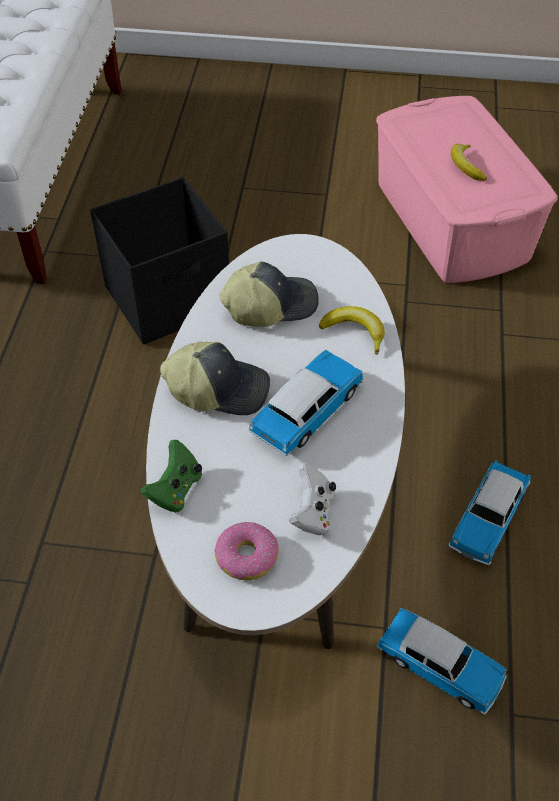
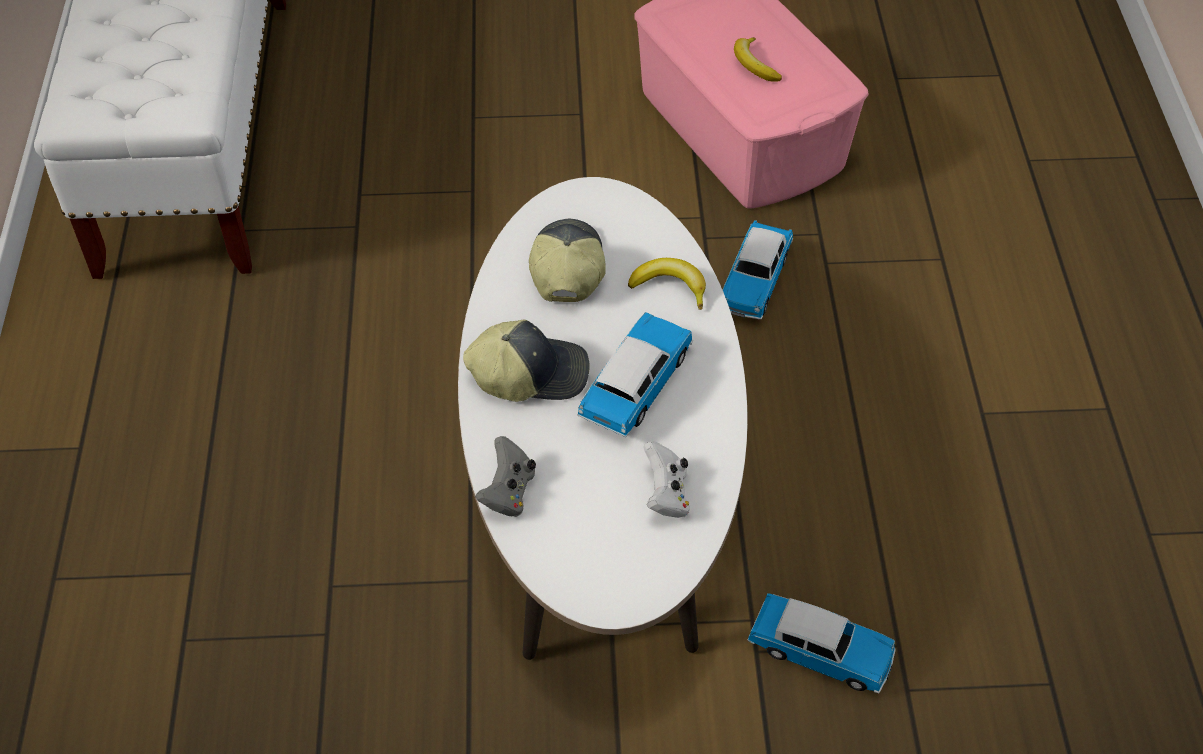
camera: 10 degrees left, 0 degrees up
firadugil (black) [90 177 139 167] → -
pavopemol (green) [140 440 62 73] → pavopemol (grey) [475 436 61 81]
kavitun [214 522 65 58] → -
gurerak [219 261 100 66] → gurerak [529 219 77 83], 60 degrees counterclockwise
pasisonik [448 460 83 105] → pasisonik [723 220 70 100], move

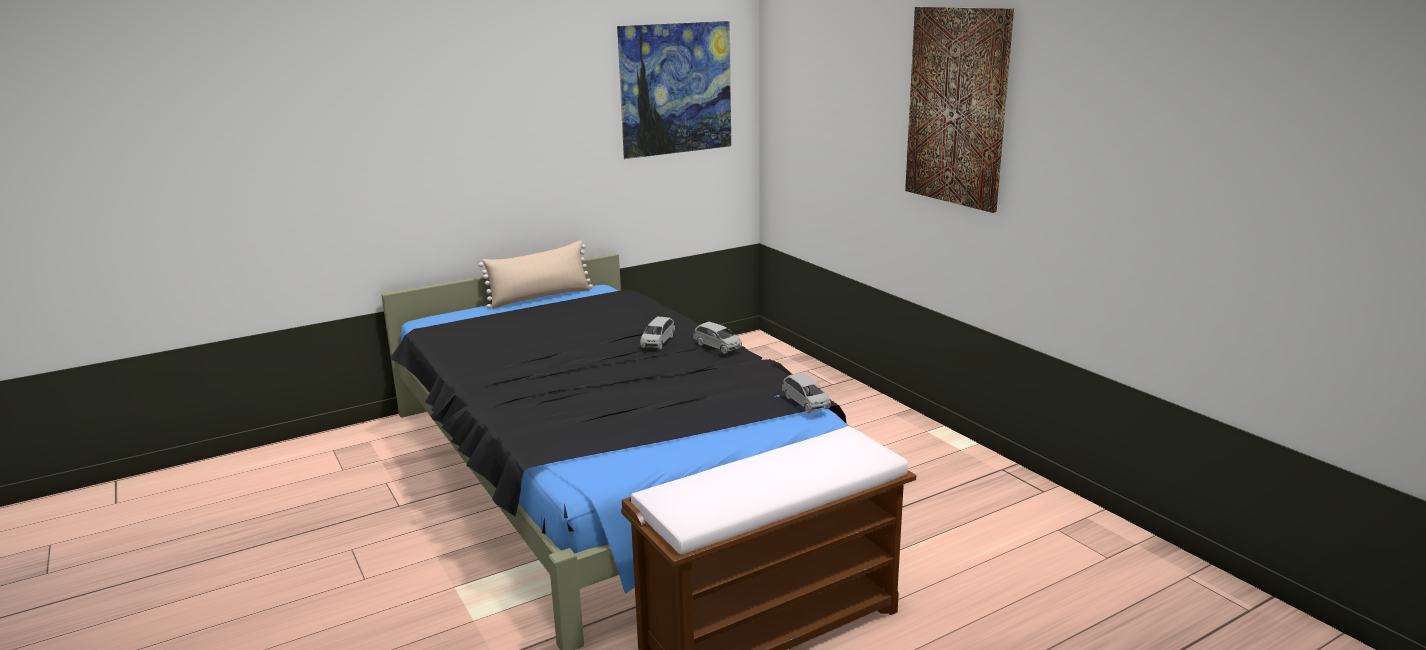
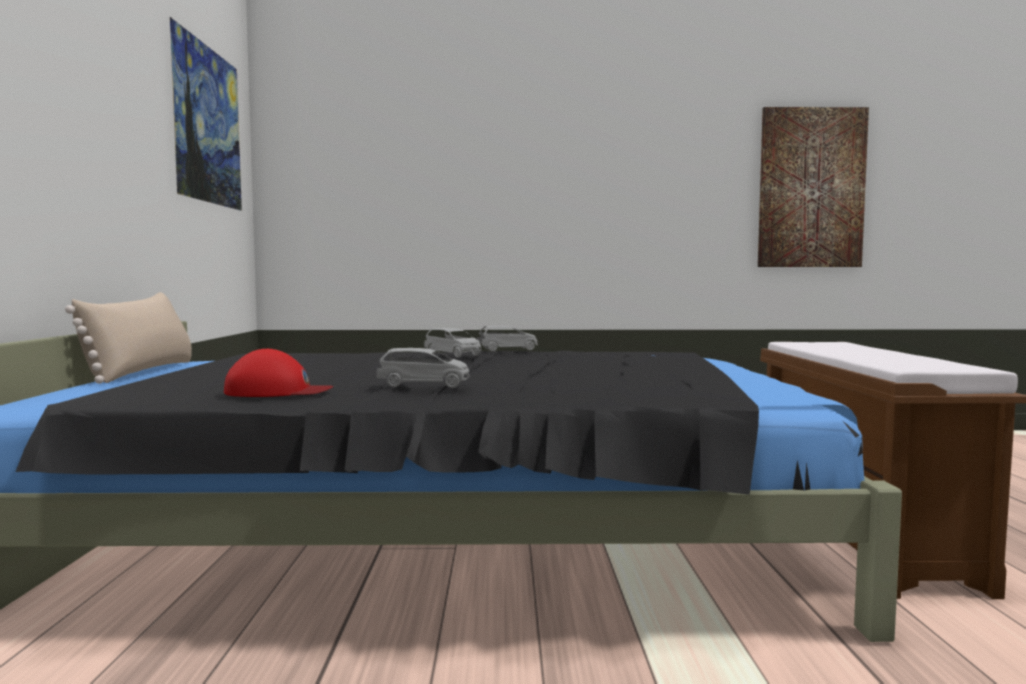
camera: 60 degrees left, 15 degrees down
pasisonik (grey) [782 373 49 40] → pasisonik (grey) [376 348 94 40], move
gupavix [905 7 109 206] → gupavix [758 107 111 160], move
- → gurerak (red) [224 349 109 48]

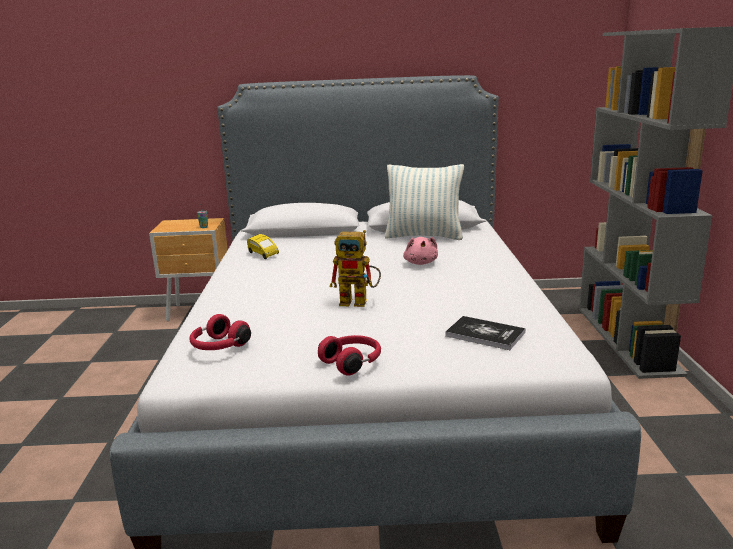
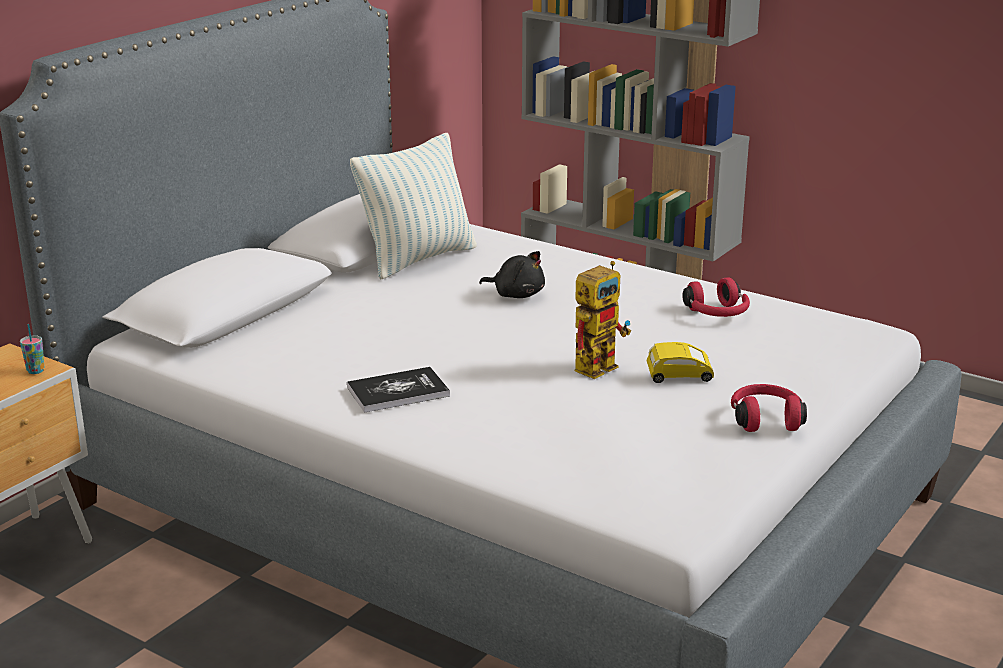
camera: 55 degrees left, 5 degrees up
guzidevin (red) [189 314 62 36] → guzidevin (red) [683 277 67 40], move
pasisonik (yellow) [247 234 32 25] → pasisonik (yellow) [646 342 68 41], move
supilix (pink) [403 237 35 28] → supilix (black) [479 251 66 47]
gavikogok [445 316 80 34] → gavikogok [347 367 103 46], move

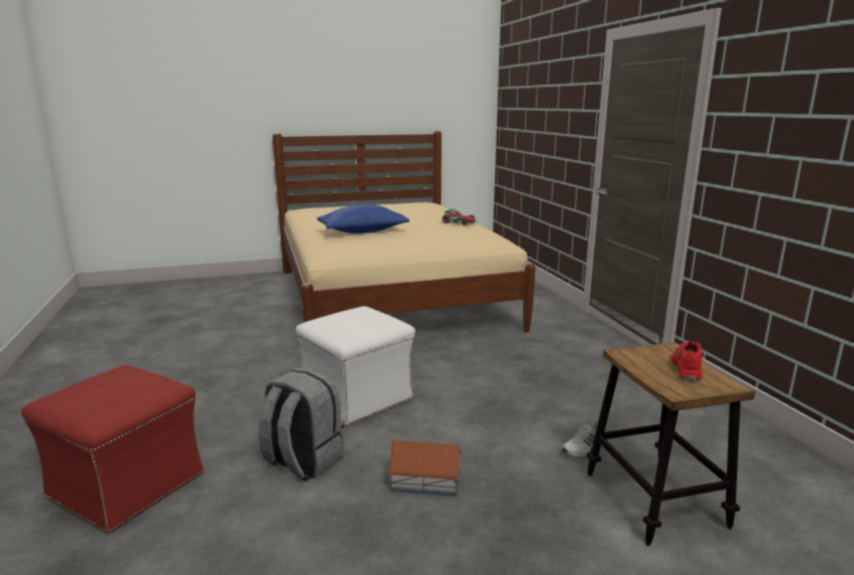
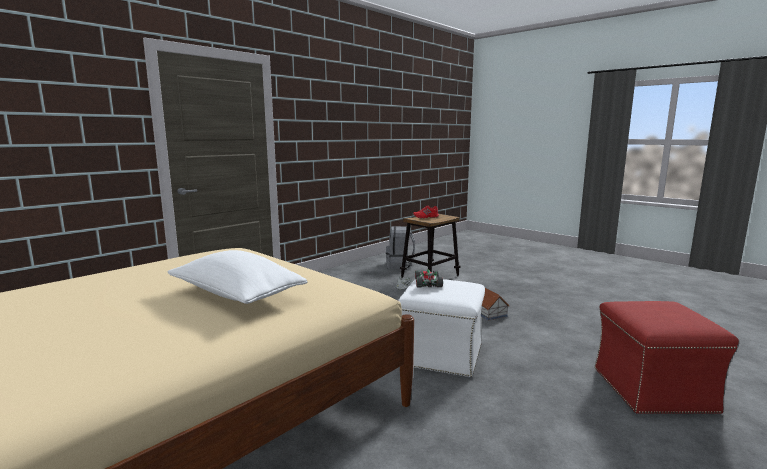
camera: 120 degrees left, 5 degrees down
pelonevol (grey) [259 368 85 113] → pelonevol (grey) [386 226 29 43], move
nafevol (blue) [317 204 92 29] → nafevol (white) [167 250 141 54]
pasisonik [442 209 35 16] → pasisonik [415 269 28 18], move

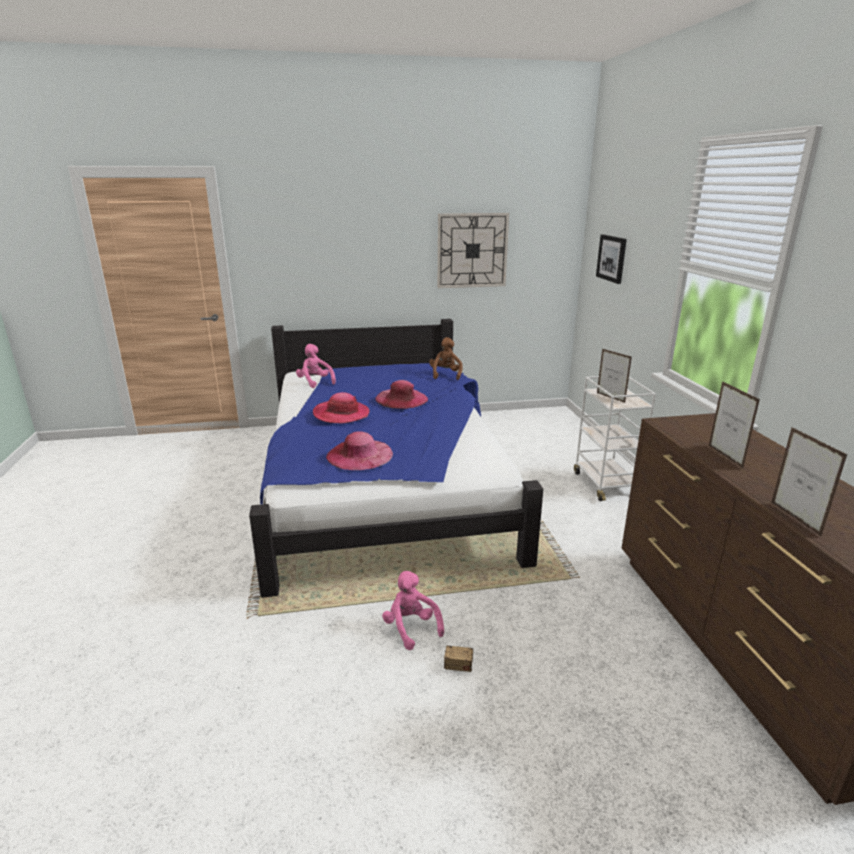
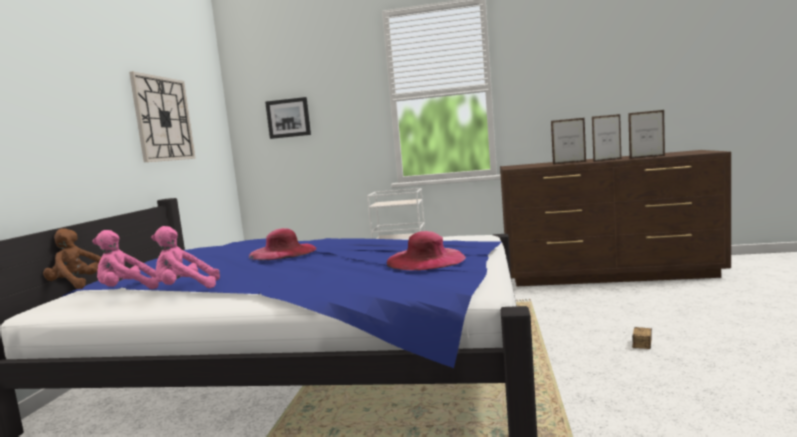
camera: 70 degrees left, 15 degrees down
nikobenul [313 392 57 31] → -
supilix (pink) [382 571 62 79] → supilix (pink) [151 226 69 62], move
supilix (brown) [429 337 34 43] → supilix (brown) [43 228 58 61], move
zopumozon [597 349 35 54] → zopumozon [592 114 30 48], move

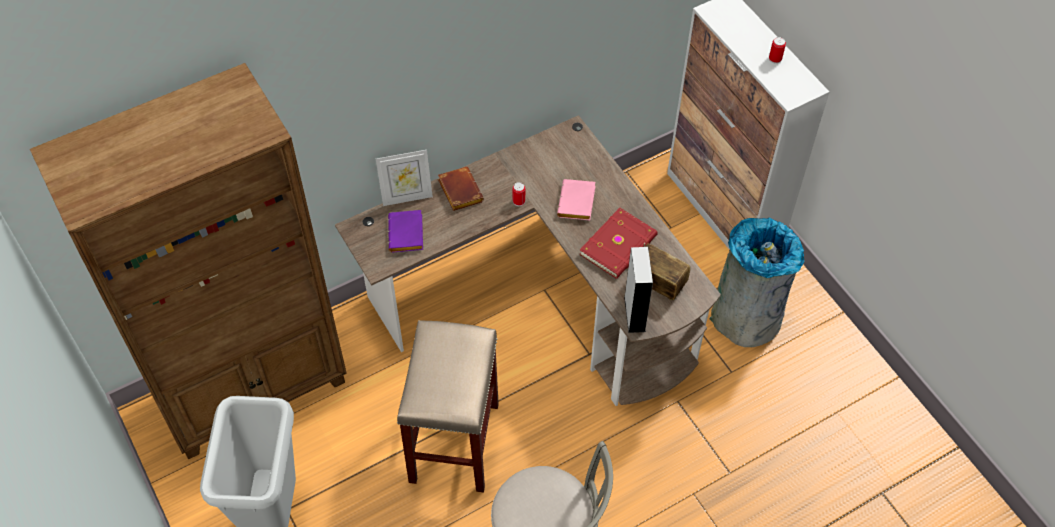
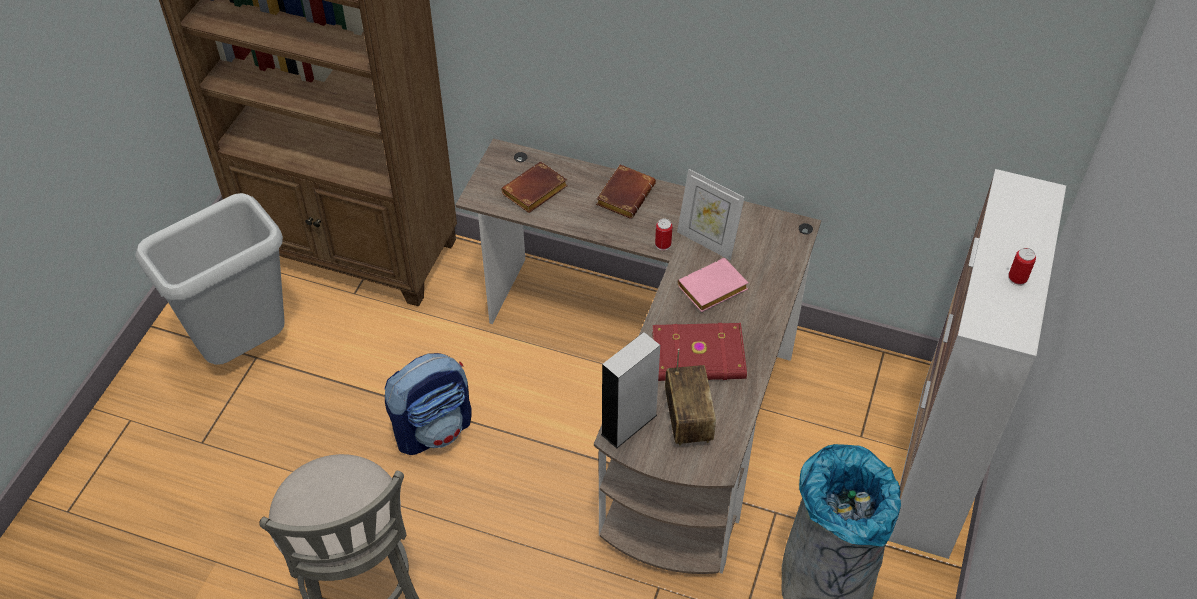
camera: 50 degrees right, 5 degrees down
zopumozon [376 150 57 56] → zopumozon [677 169 68 91], move
gavikogok (purple) [388 210 35 42] → gavikogok (brown) [501 162 67 51]
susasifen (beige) [397 320 102 172] → pelonevol [384 353 88 102]

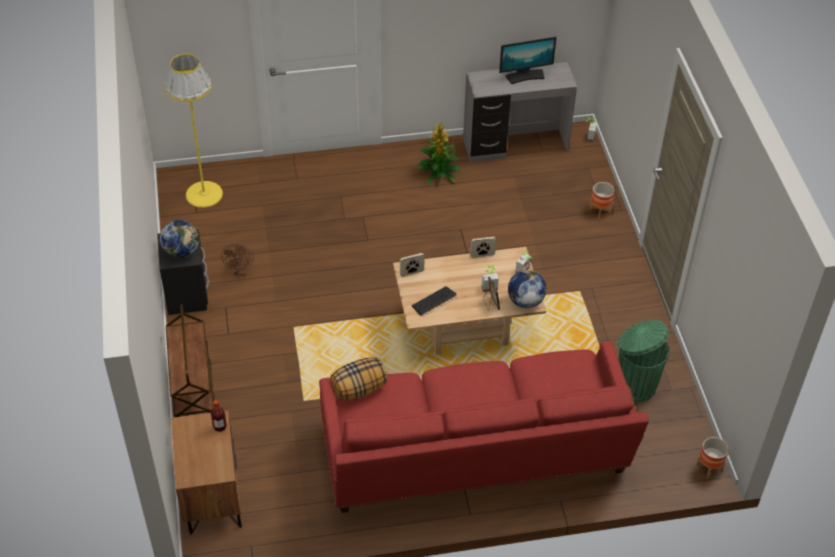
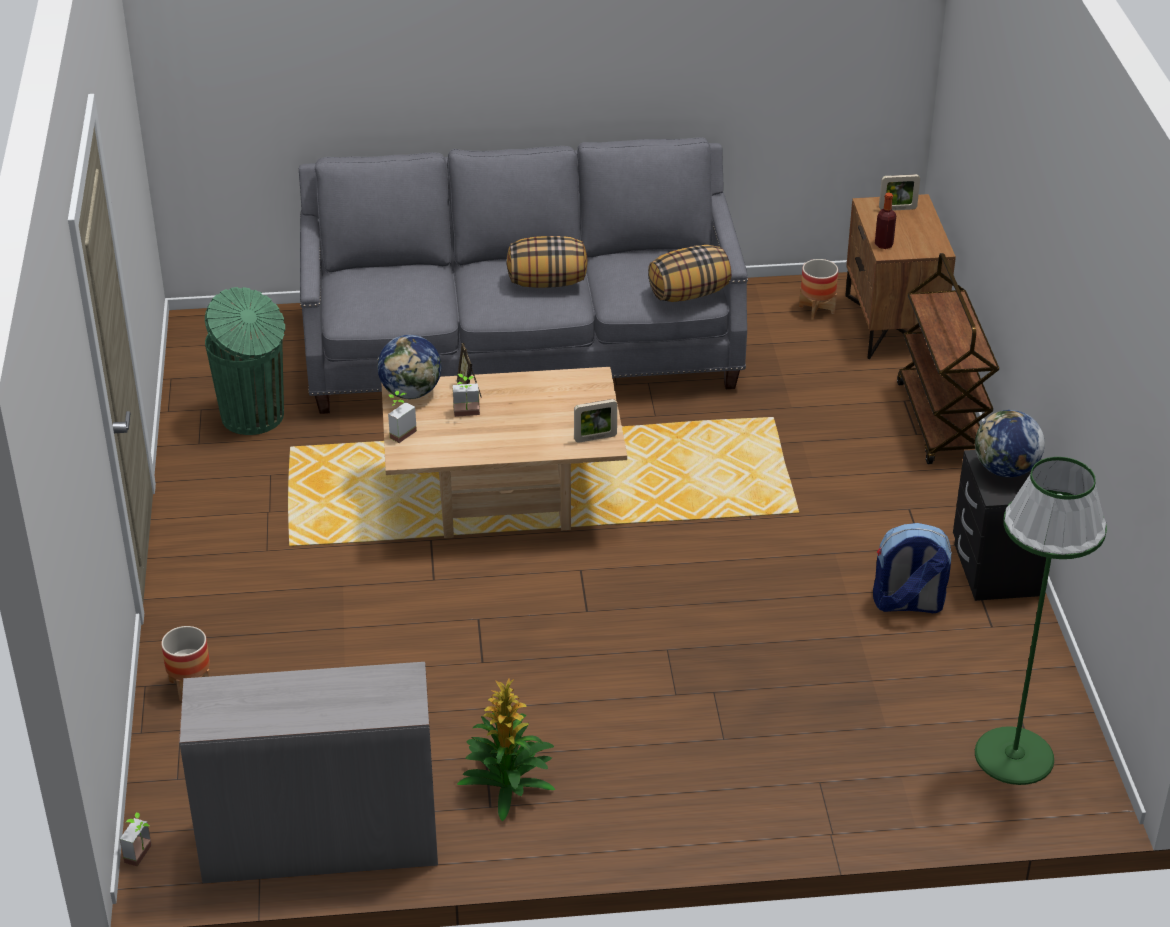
camera: 175 degrees left, 10 degrees down
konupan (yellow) [164 54 59 154] → konupan (green) [975 457 132 328]
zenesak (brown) [221 243 33 32] → pelonevol [873 523 79 90]
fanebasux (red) [319 341 330 172] → fanebasux (grey) [299 137 449 277]
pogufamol [412 287 45 28] → -
zopumozon [470 237 26 21] → zopumozon [879 174 41 37], move
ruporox [499 37 58 47] → -
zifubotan [696 437 32 42] → zifubotan [799 259 39 61], move
- → nafevol [507 236 81 52]

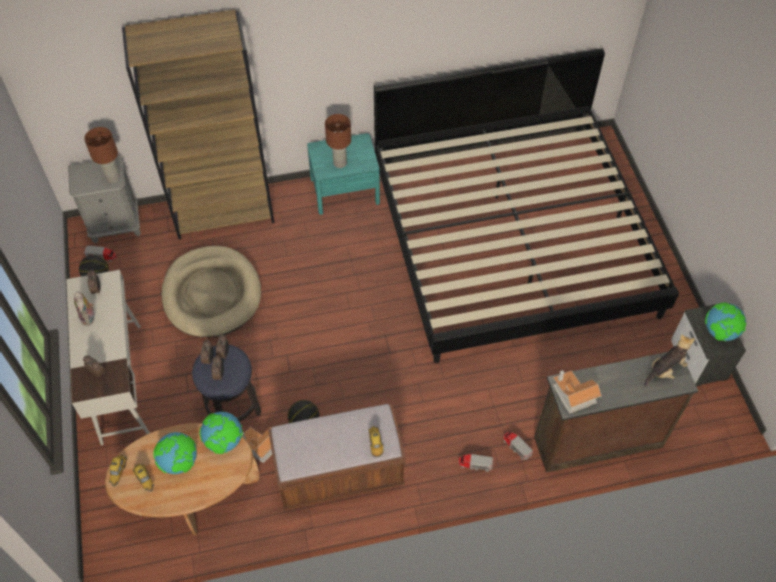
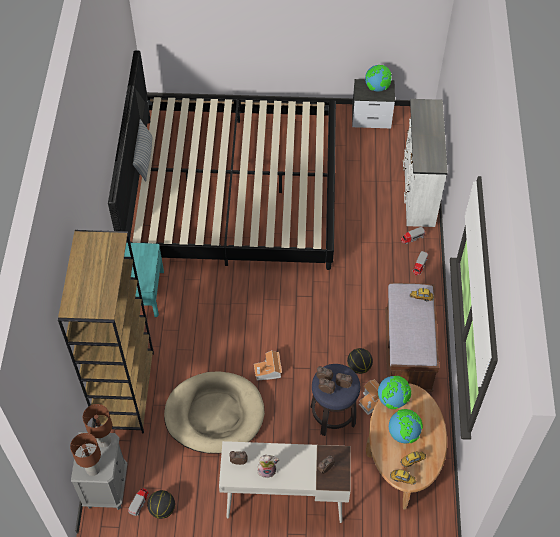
camera: 75 degrees left, 0 degrees up
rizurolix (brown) [325 114 26 54] → rizurolix (brown) [70 433 31 43], move
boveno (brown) [534 352 164 121] → boveno (white) [403 99 45 128]
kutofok [553 370 49 43] → kutofok [254 351 28 30], move
supilix [644 334 51 53] → -
- → nafevol [133 119 20 63]

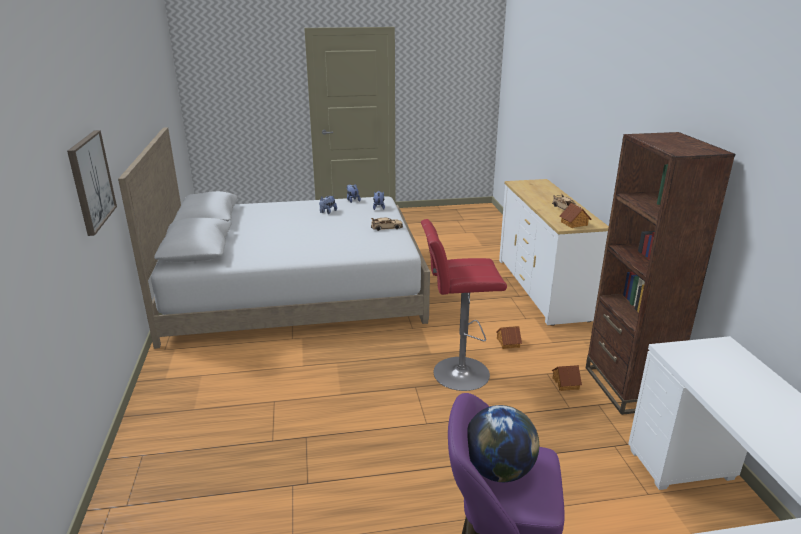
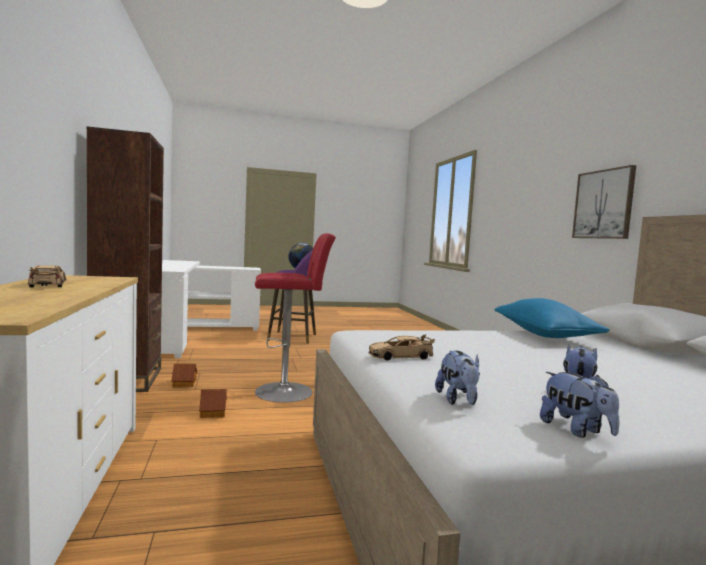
camera: 175 degrees right, 20 degrees down
kutofok [560 203 31 25] → -
- → nafevol (blue) [495 298 115 40]

